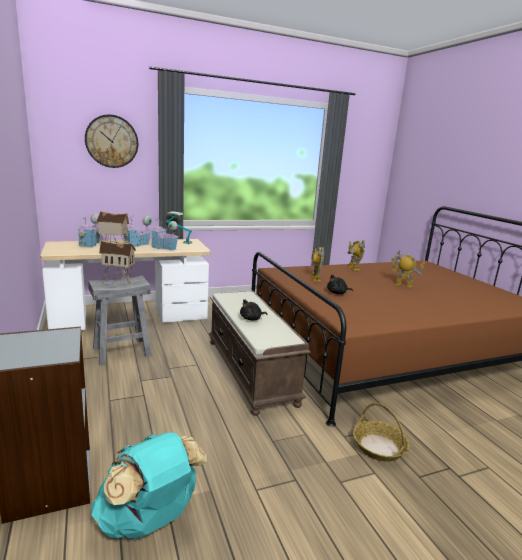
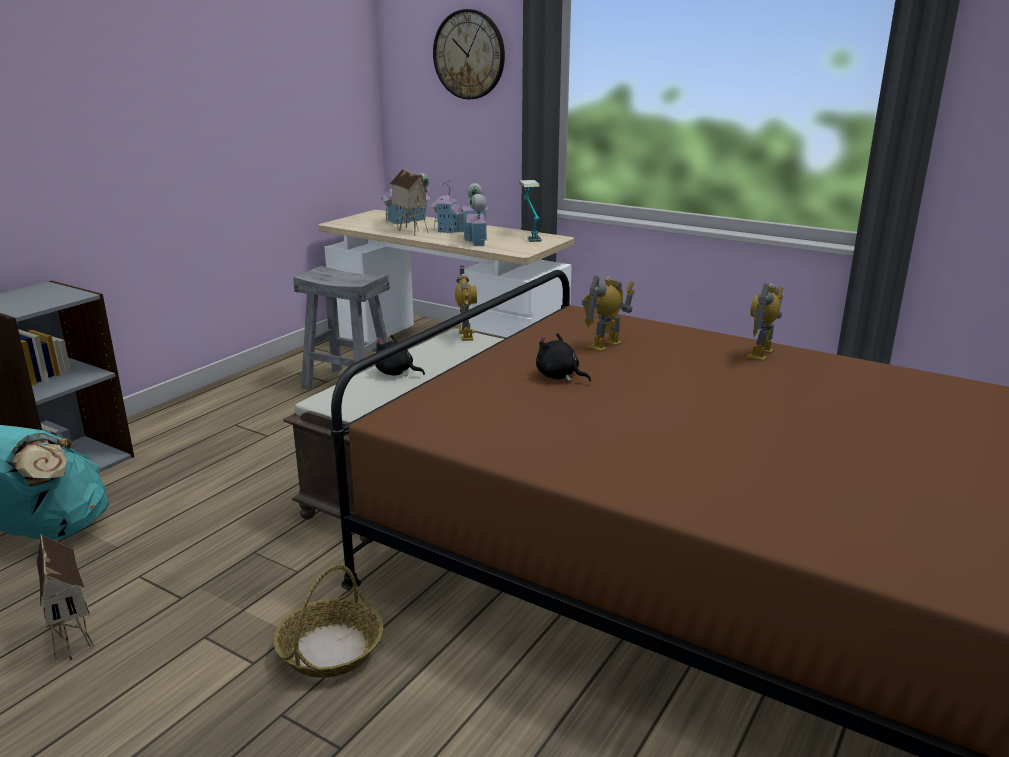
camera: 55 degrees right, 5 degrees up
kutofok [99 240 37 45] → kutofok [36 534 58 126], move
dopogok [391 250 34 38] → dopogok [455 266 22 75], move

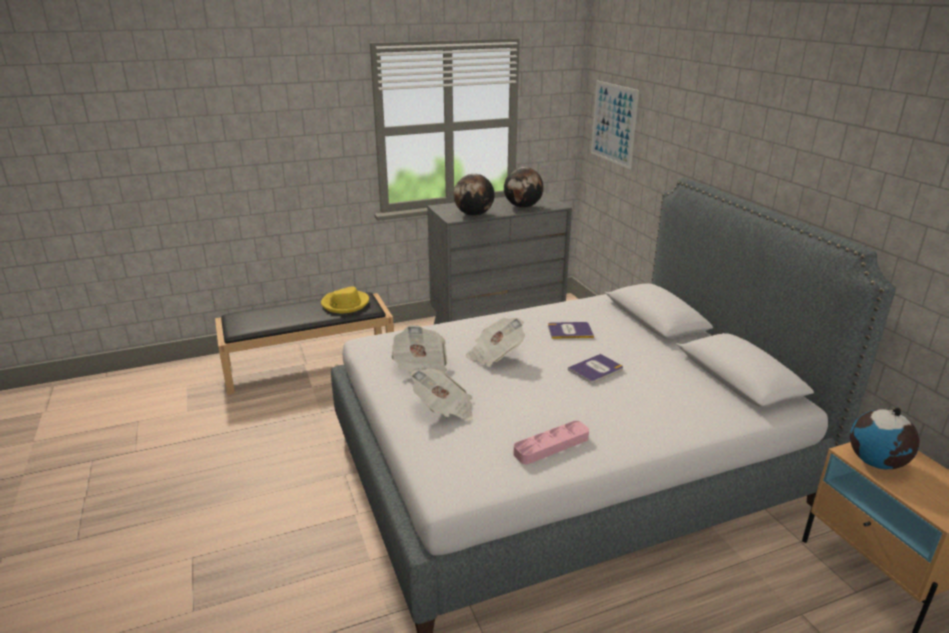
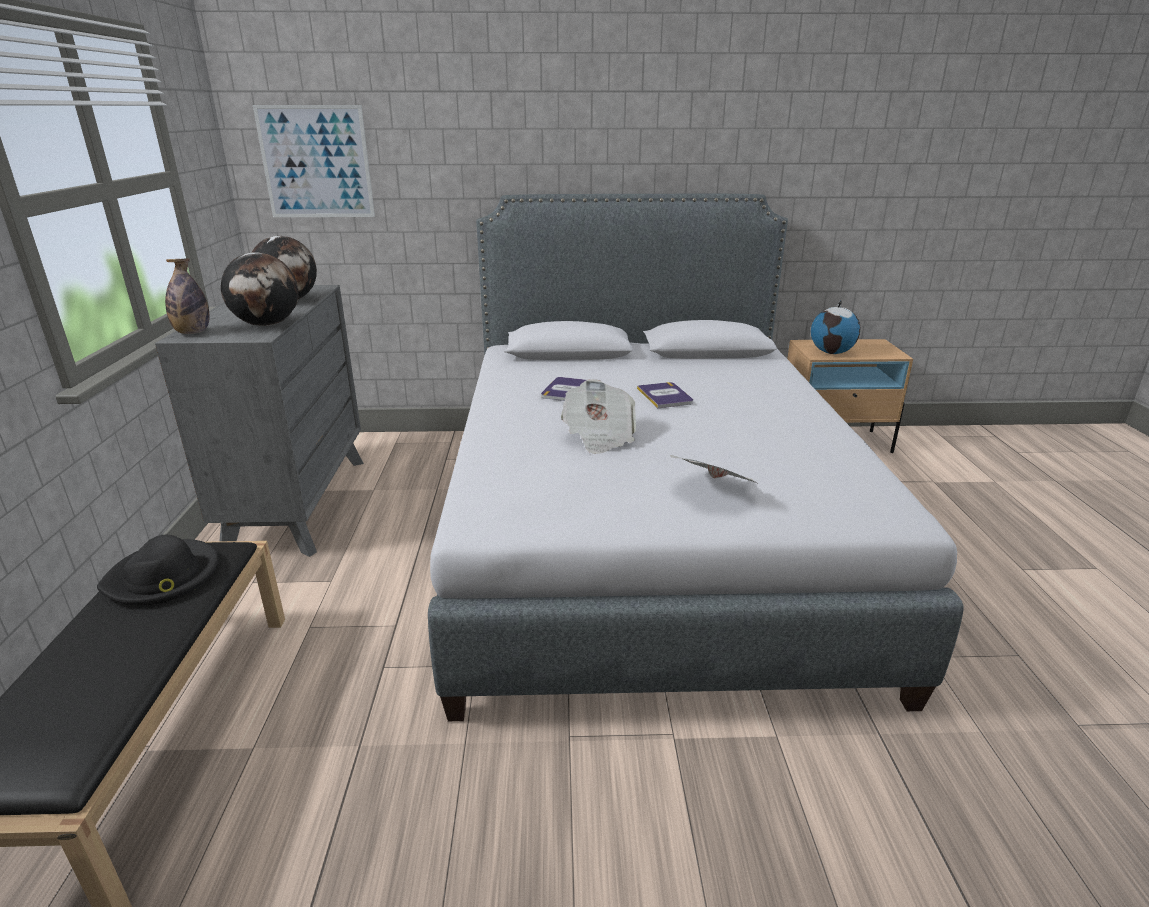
camera: 70 degrees left, 0 degrees up
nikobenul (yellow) [321 287 48 26] → nikobenul (black) [97 535 122 71]
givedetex [391 325 56 57] → -
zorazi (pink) [513 421 76 43] → -
- → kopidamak [165 258 44 76]

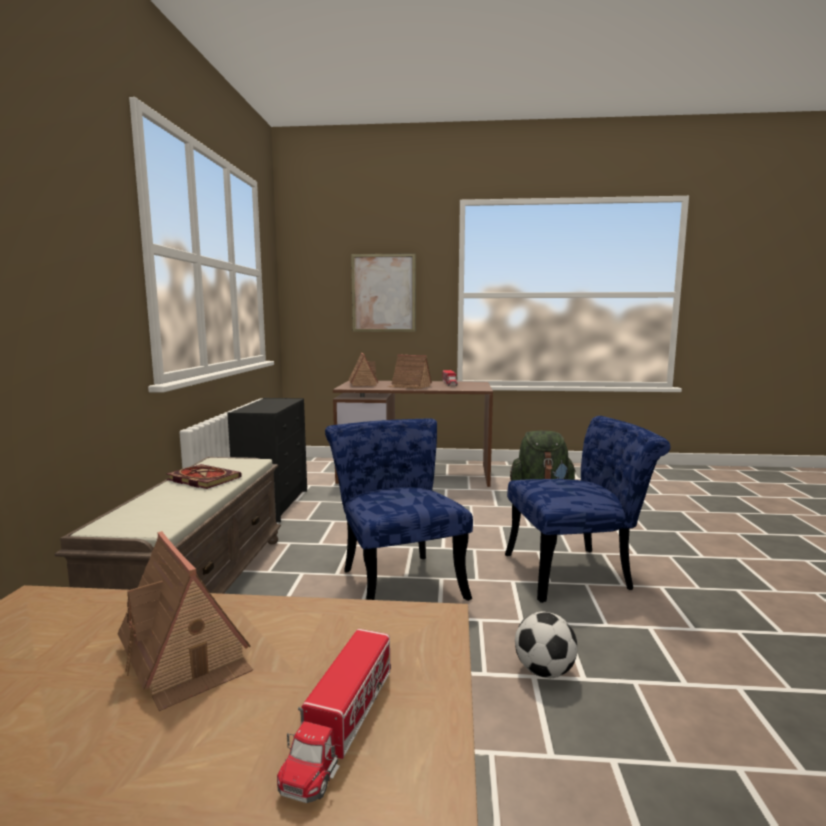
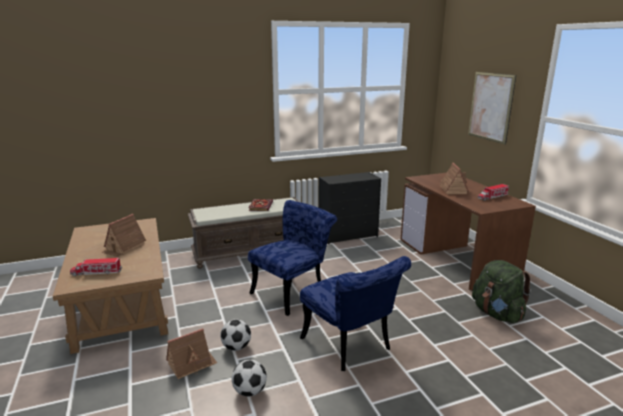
camera: 65 degrees right, 10 degrees up
kutofok [349 353 29 33] → kutofok [166 328 51 51], move
- → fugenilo [232 360 35 36]

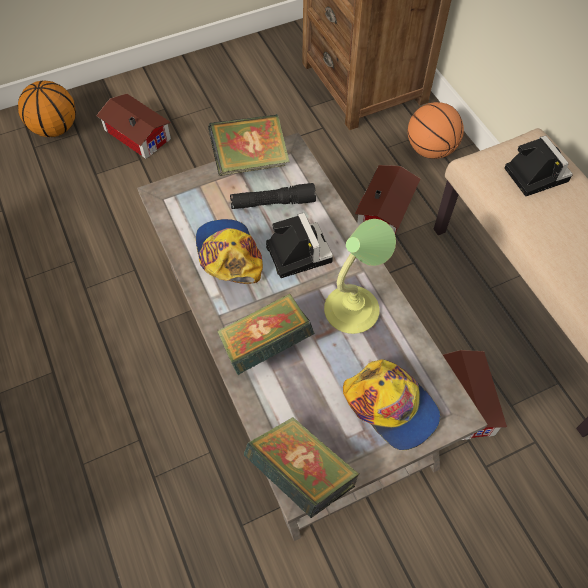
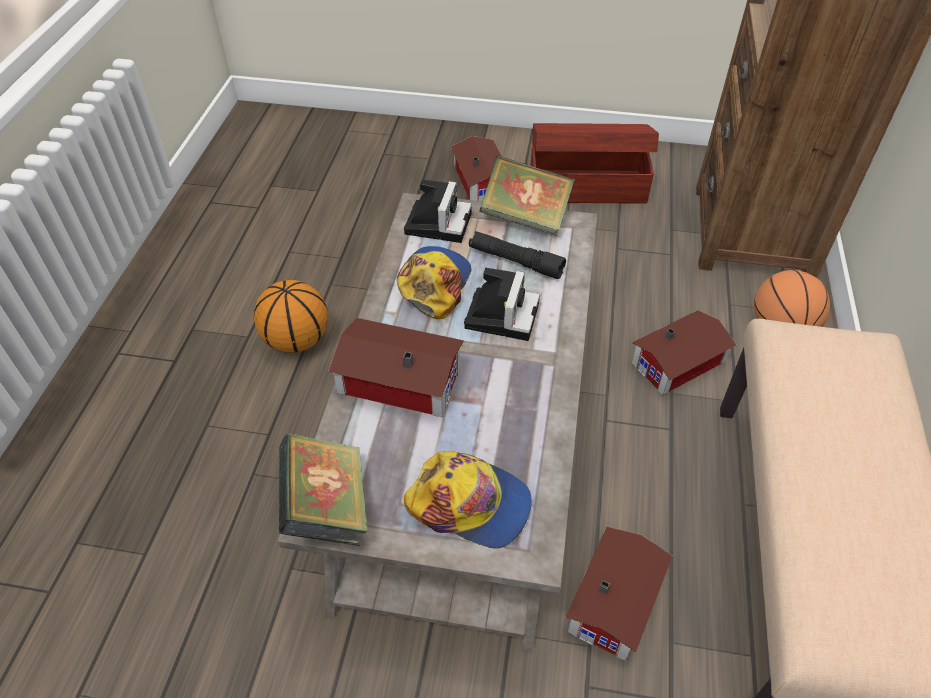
camera: 35 degrees right, 10 degrees down
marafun [18 81 58 56] → marafun [254 280 74 73], move
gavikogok [217 293 98 82] → kutofok [328 318 136 99]
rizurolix [324 219 72 115] → -
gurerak [343 359 98 91] → gurerak [404 451 128 98], 60 degrees counterclockwise
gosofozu [504 135 69 61] → gosofozu [404 180 68 63], move
- → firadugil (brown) [530 123 129 80]

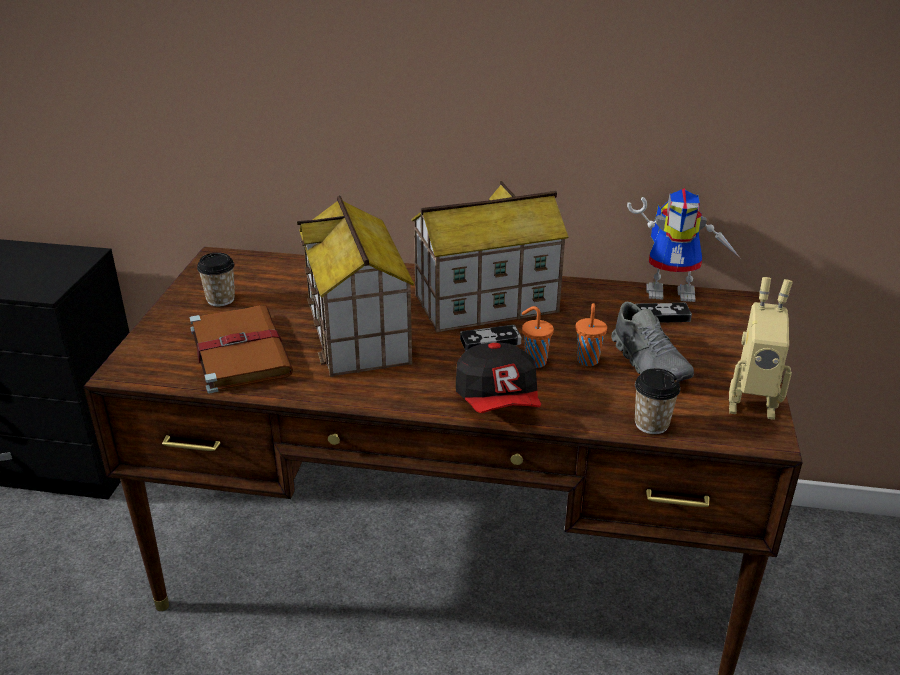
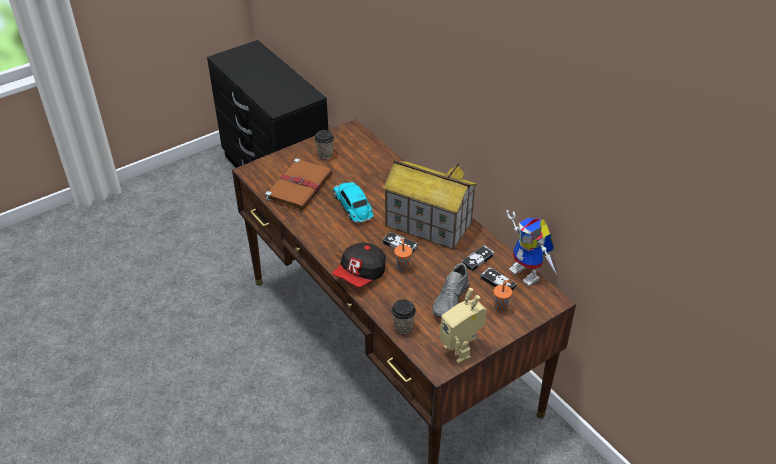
camera: 45 degrees right, 10 degrees up
kutofok [297 196 117 181] → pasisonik [333 181 42 42]
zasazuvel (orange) [576 303 31 63] → zasazuvel (orange) [494 280 18 32], move
- → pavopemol [462 245 32 26]

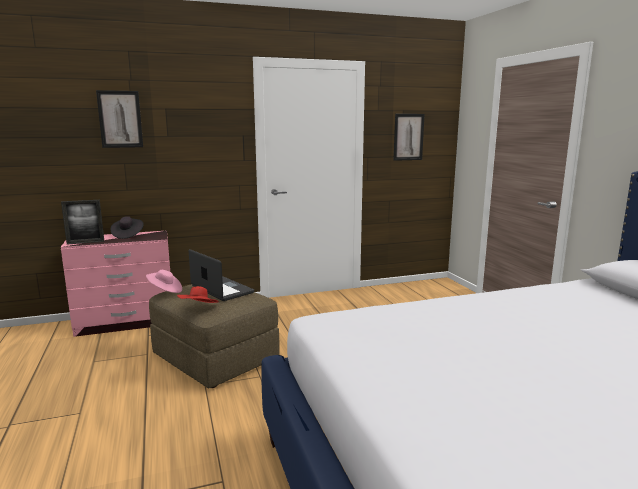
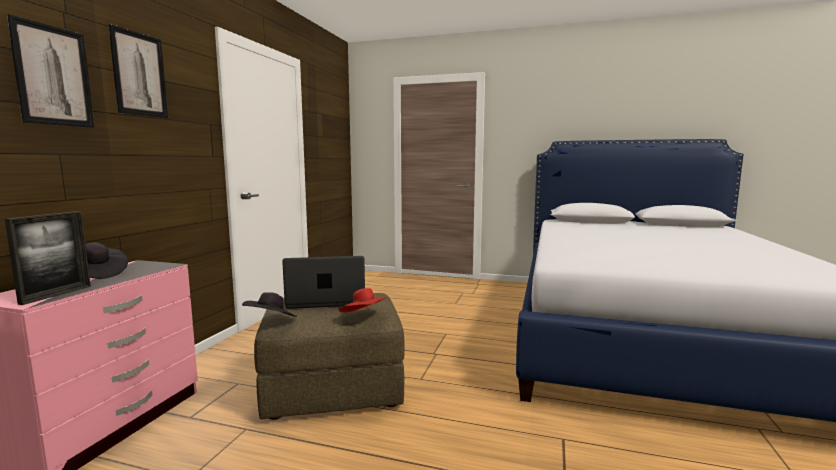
camera: 55 degrees left, 5 degrees down
nikobenul (pink) [146 270 36 23] → nikobenul (black) [242 292 55 25]
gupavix [393 114 32 47] → gupavix [108 24 60 94], move

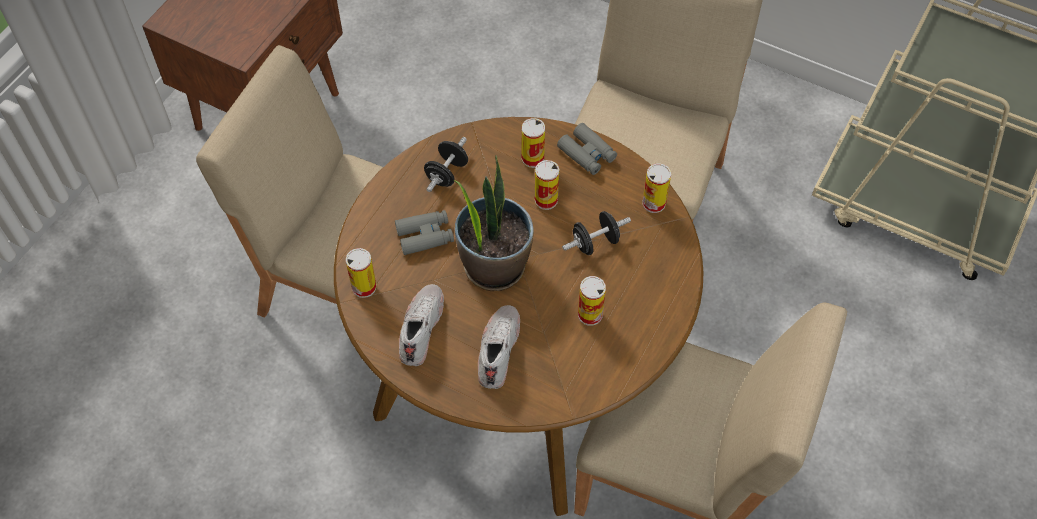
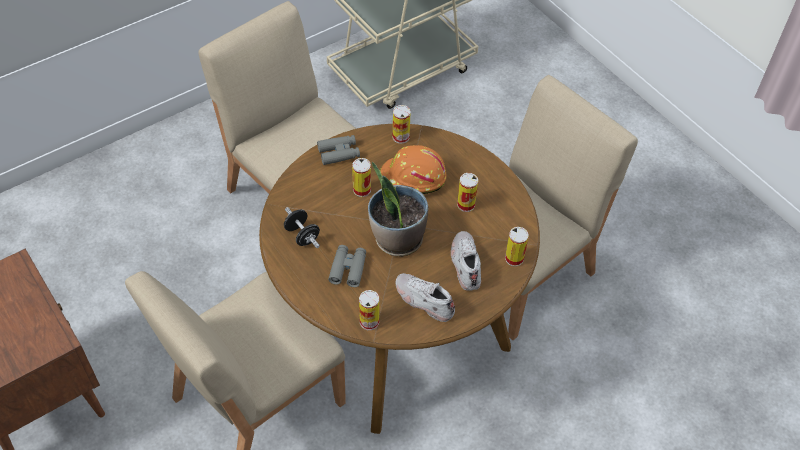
camera: 65 degrees left, 5 degrees down
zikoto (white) [478 305 42 84] → zikoto (white) [451 231 30 60], 45 degrees clockwise
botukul [522 118 23 50] → botukul [505 227 24 40], move
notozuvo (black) [562 211 69 44] → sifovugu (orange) [380 145 67 49]

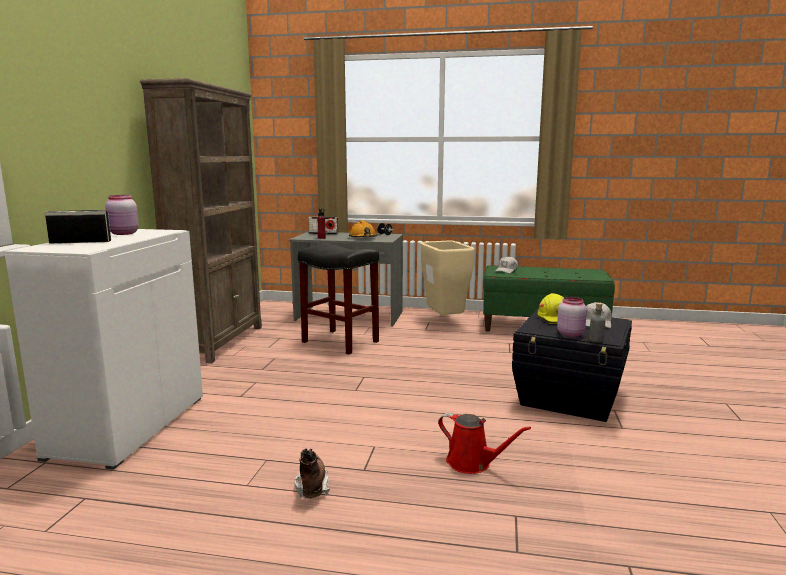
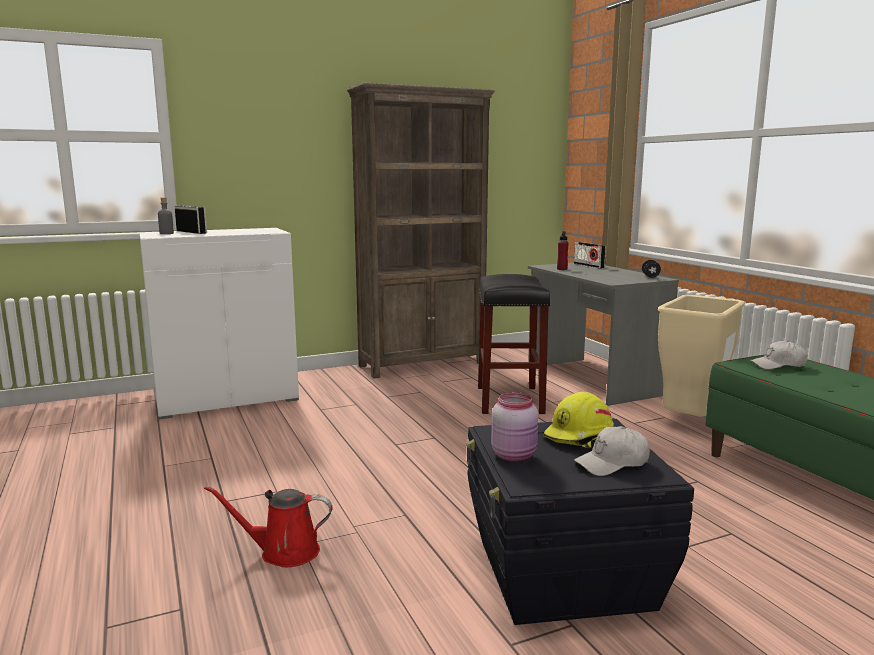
camera: 55 degrees right, 0 degrees up
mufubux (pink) [105 195 34 40] → -
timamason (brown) [295 448 34 50] → -
sifovugu (orange) [349 221 28 16] → -
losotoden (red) [438 413 93 61] → losotoden (red) [204 486 129 81], 90 degrees clockwise
kopidamak (grey) [589 303 17 39] → kopidamak (grey) [158 198 16 36], move

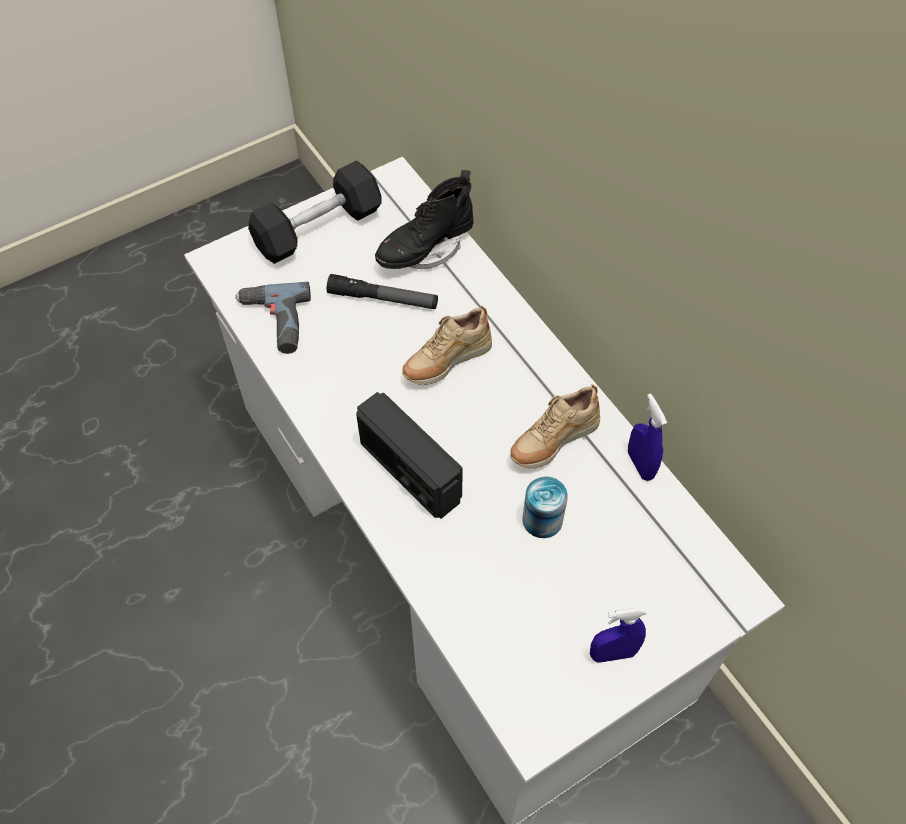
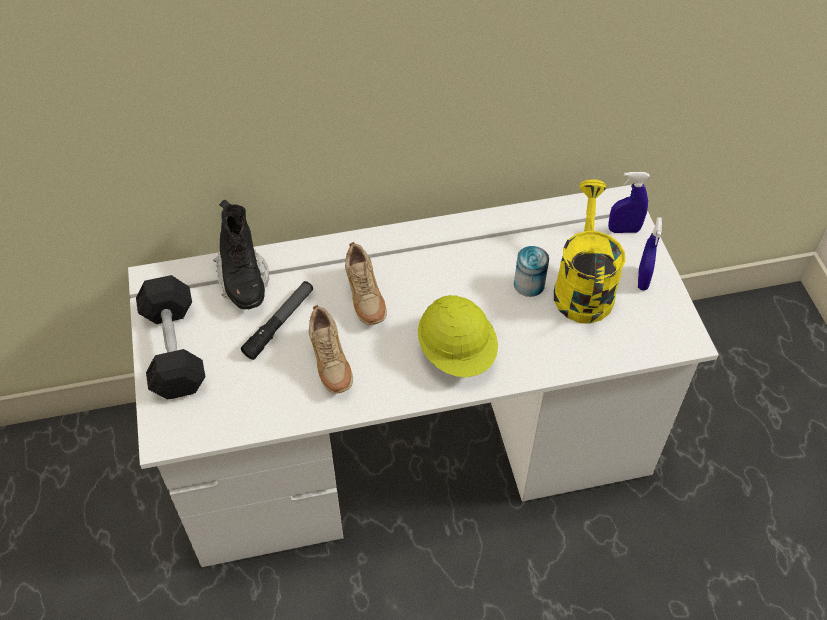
camera: 70 degrees left, 5 degrees down
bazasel [235 282 76 72] → -
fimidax [356 392 107 127] → sifovugu (yellow) [418 295 80 82]
zikoto (beige) [510 384 90 84] → zikoto (beige) [309 305 44 89], move
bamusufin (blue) [628 393 39 88] → bamusufin (blue) [608 172 42 61], move
- → losotoden (yellow) [554 179 72 145]

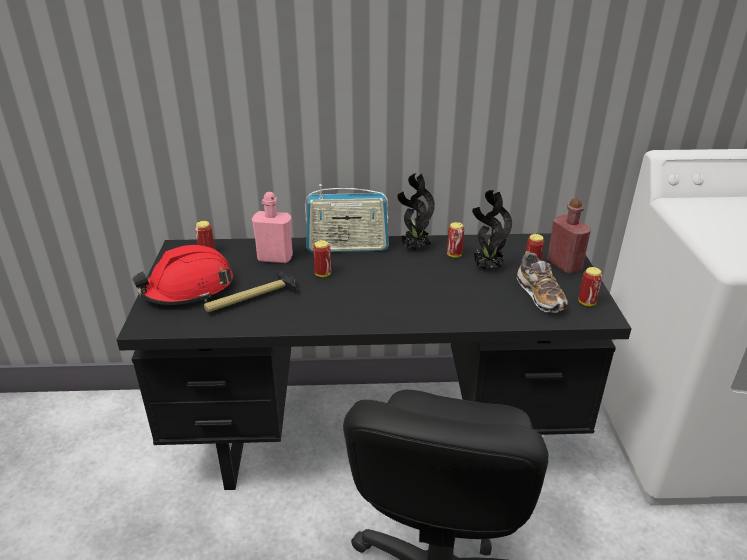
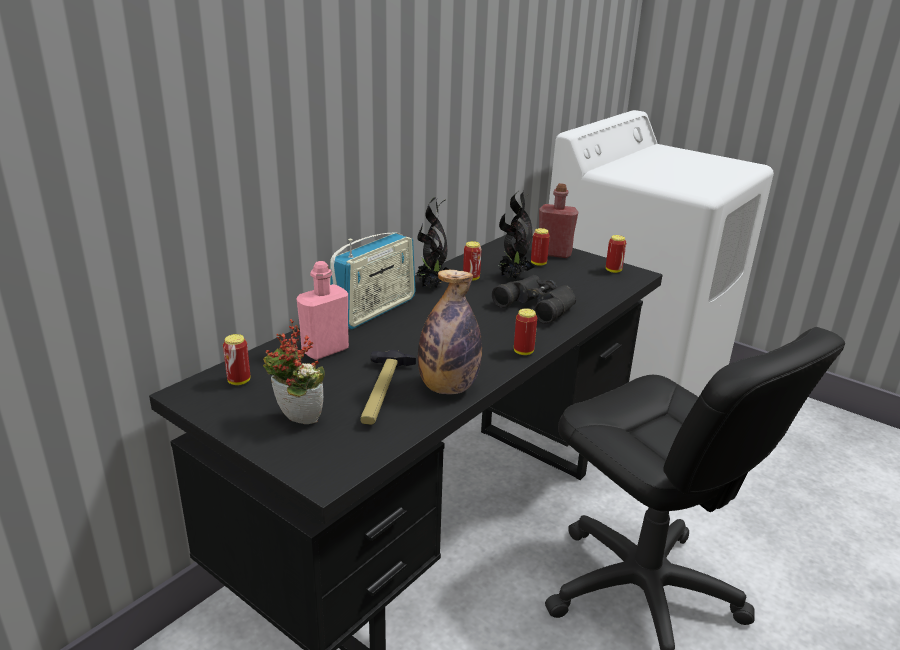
camera: 50 degrees left, 5 degrees down
sifovugu (red) [132 245 101 60] → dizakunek [263 319 62 105]
botukul [313 240 18 37] → botukul [514 308 23 47], move
zikoto [517 251 51 62] → -
- → kopidamak [418 270 64 124]
- → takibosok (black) [492 275 84 49]

